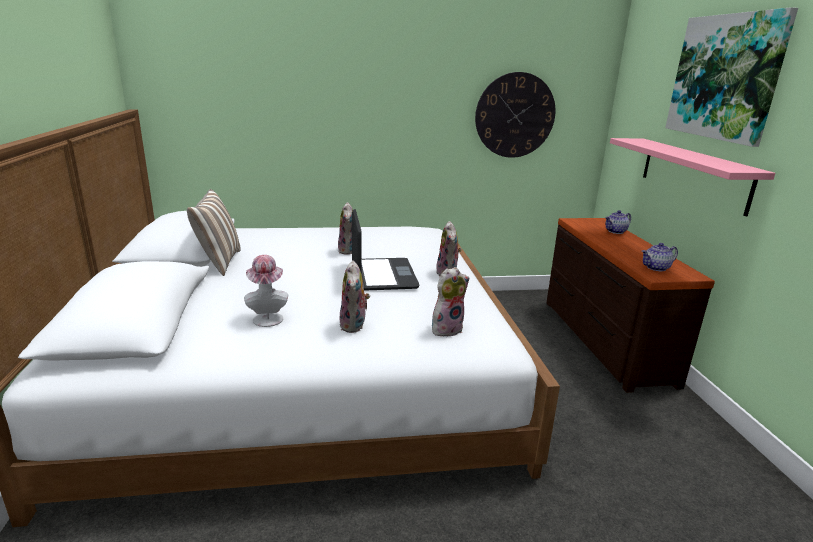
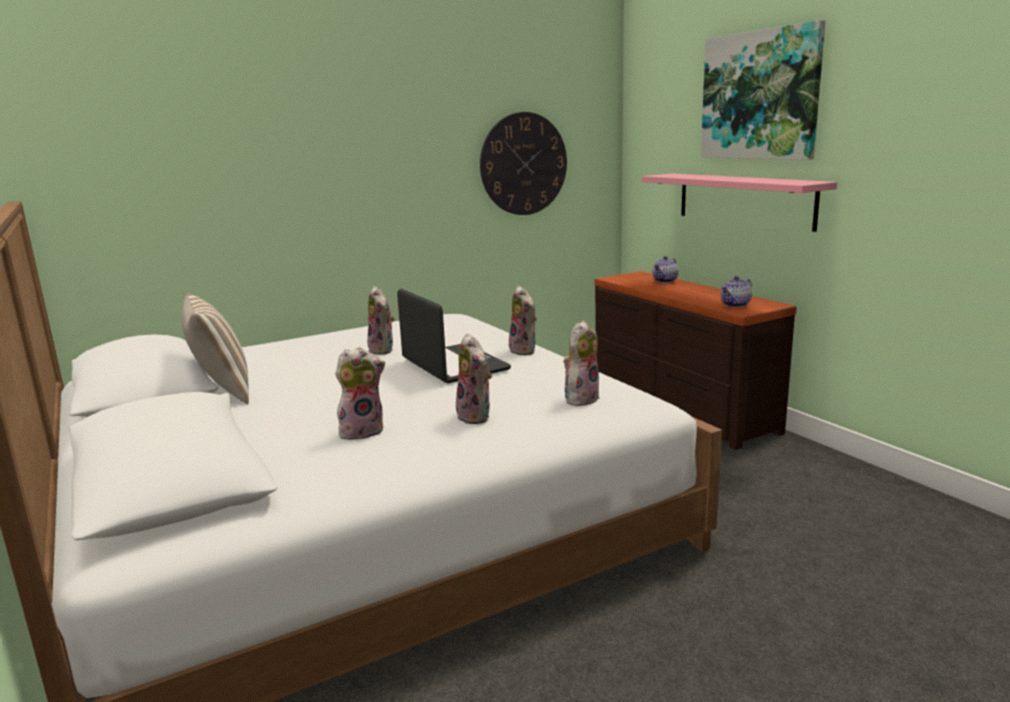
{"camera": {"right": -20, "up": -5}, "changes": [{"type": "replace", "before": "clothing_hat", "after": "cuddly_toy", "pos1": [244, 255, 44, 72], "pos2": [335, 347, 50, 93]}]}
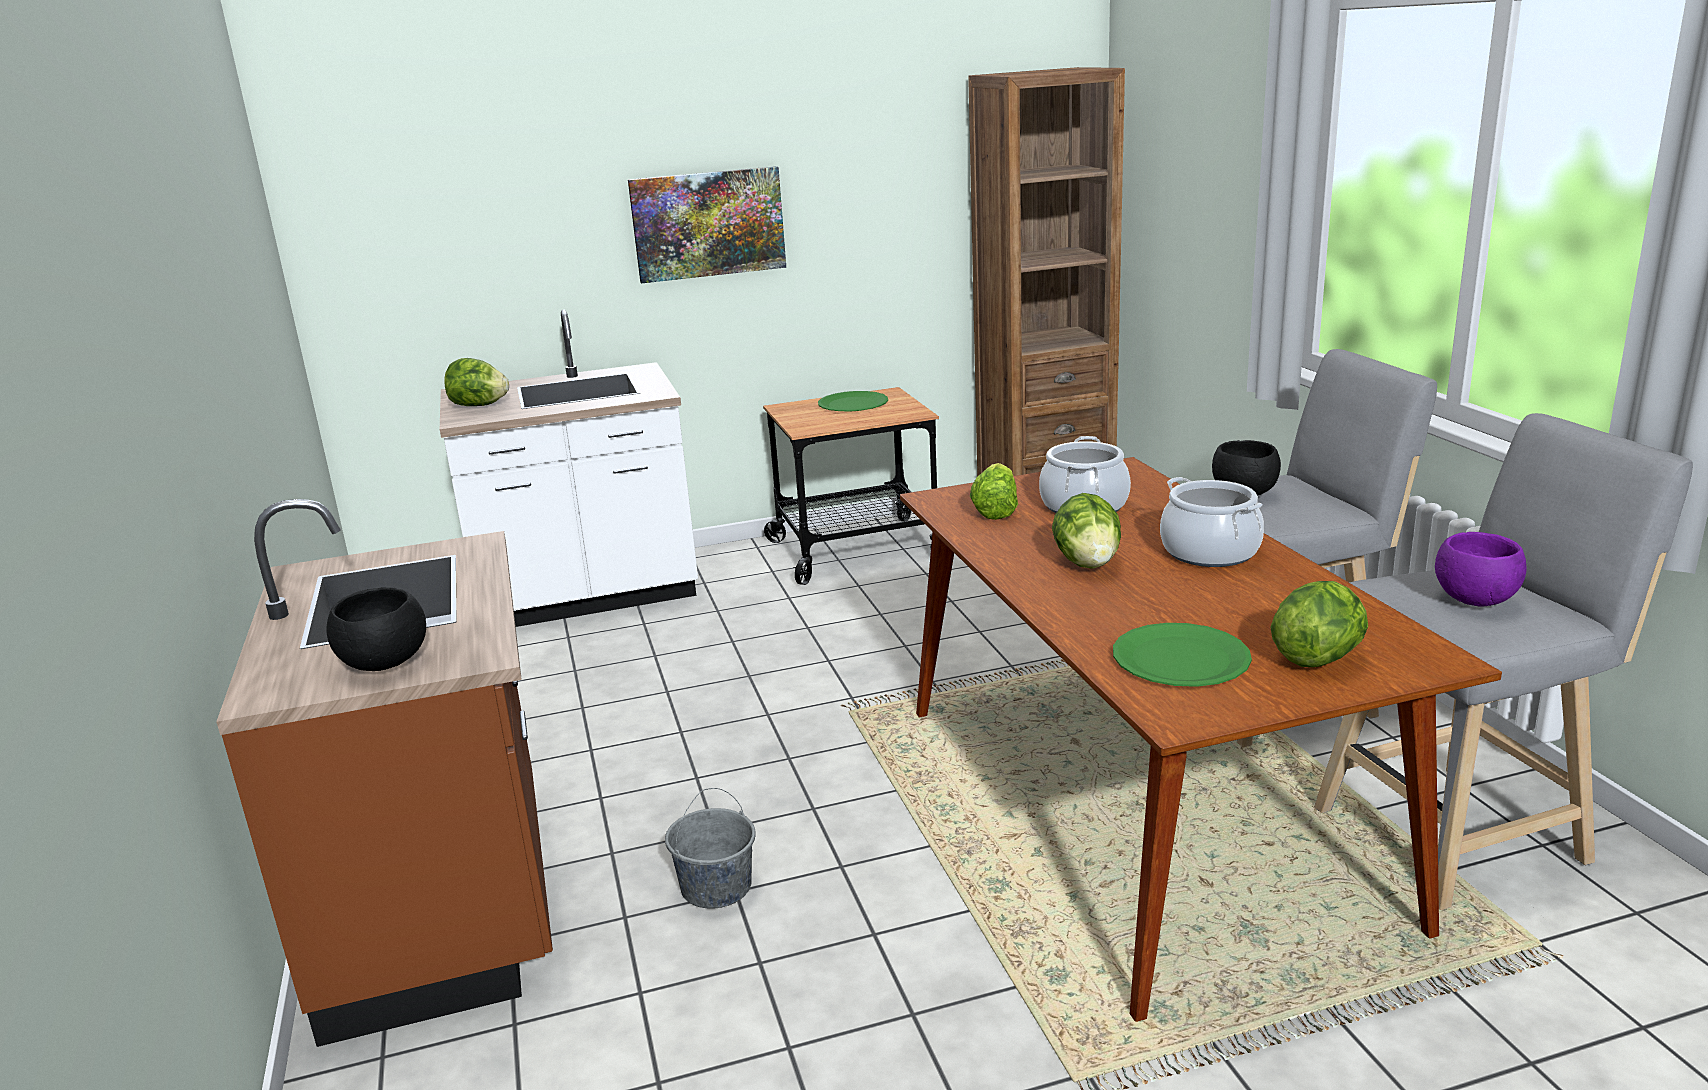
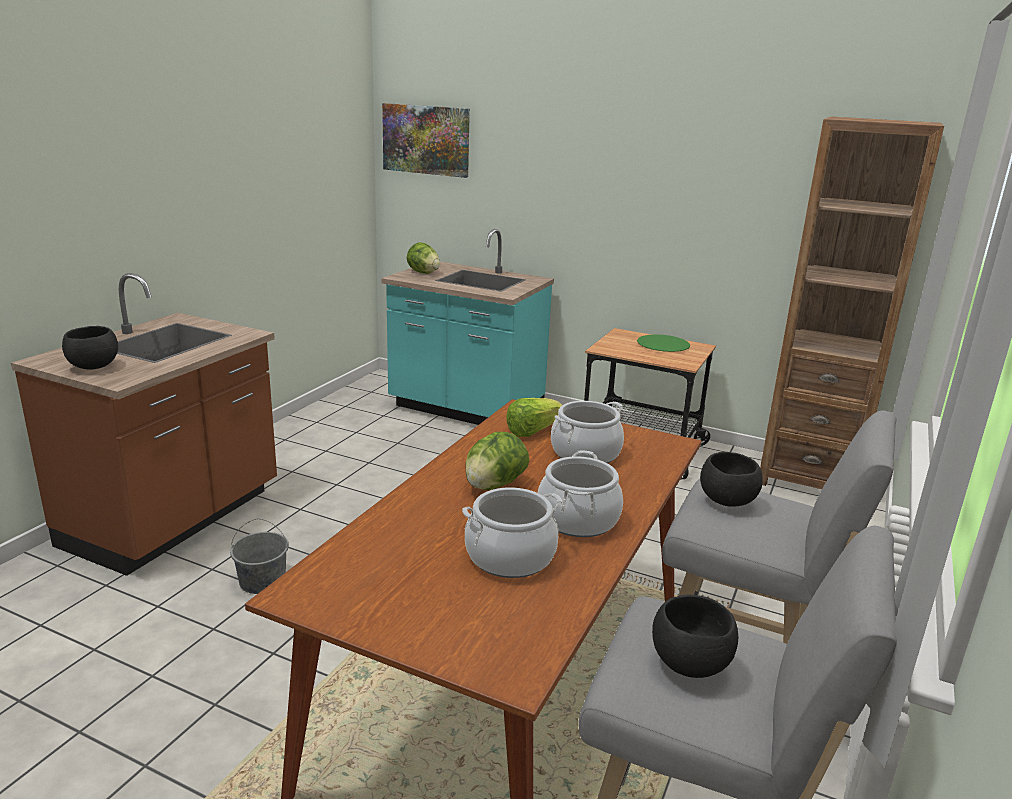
{"camera": {"right": 40, "up": 0}, "changes": [{"type": "delete", "before": "green_dinner_plate", "pos1": [1113, 623, 139, 64]}, {"type": "delete", "before": "lettuce_head", "pos1": [1271, 581, 97, 86]}, {"type": "insert", "after": "cooking_pot", "pos2": [462, 488, 100, 90]}, {"type": "move", "before": "wall_picture", "pos1": [628, 166, 158, 117], "pos2": [382, 103, 88, 75]}, {"type": "recolor", "before": "white_kitchen_counter", "after": "turquoise-coloured_kitchen_counter", "pos1": [440, 310, 258, 317], "pos2": [381, 229, 173, 196]}, {"type": "recolor", "before": "purple-coloured_deep_dish", "after": "black-coloured_deep_dish", "pos1": [1435, 532, 92, 75], "pos2": [652, 595, 86, 83]}]}
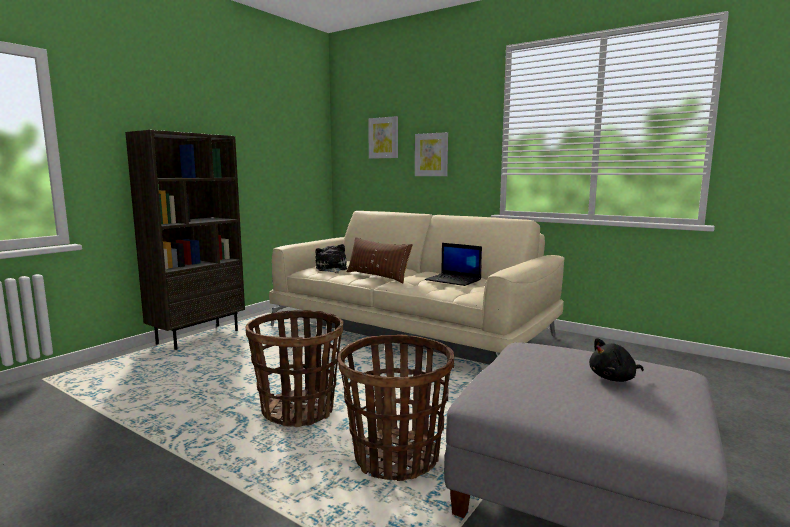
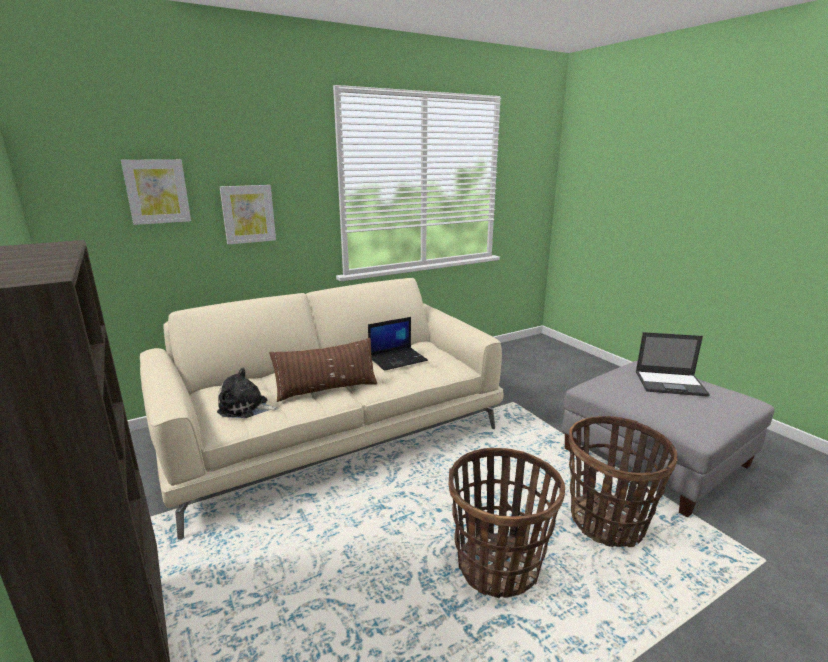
{"camera": {"right": -65, "up": 10}, "changes": [{"type": "replace", "before": "black-coloured_cuddly_toy", "after": "portable_computer", "pos1": [589, 338, 55, 44], "pos2": [636, 332, 74, 65]}]}
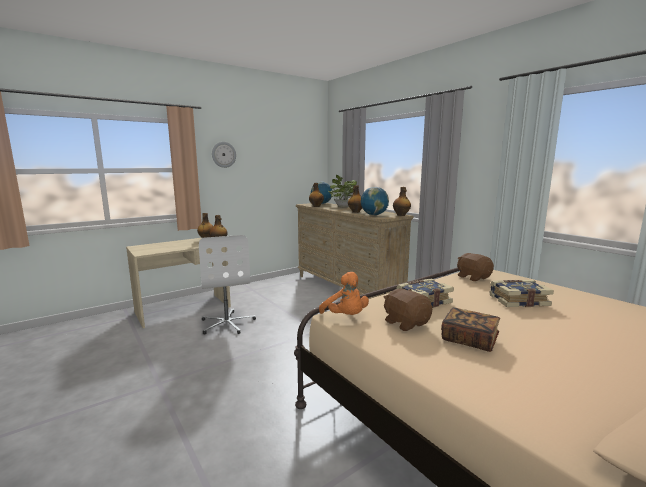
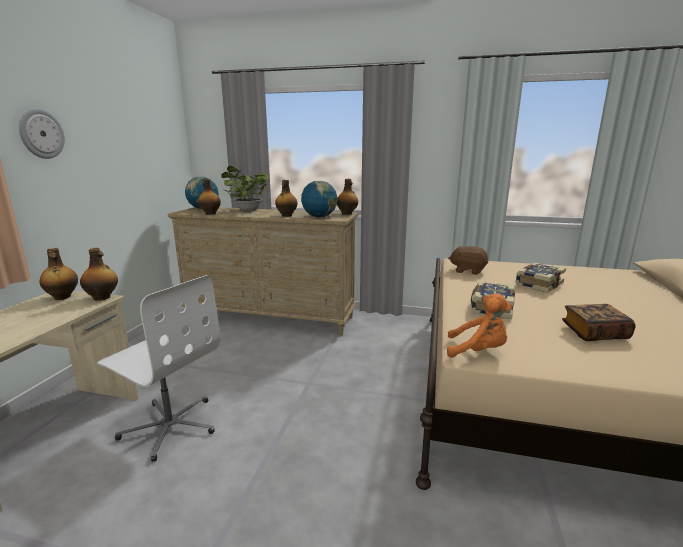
{"camera": {"right": -40, "up": 5}, "changes": [{"type": "delete", "before": "brown-coloured_cuddly_toy", "pos1": [383, 288, 49, 43]}]}
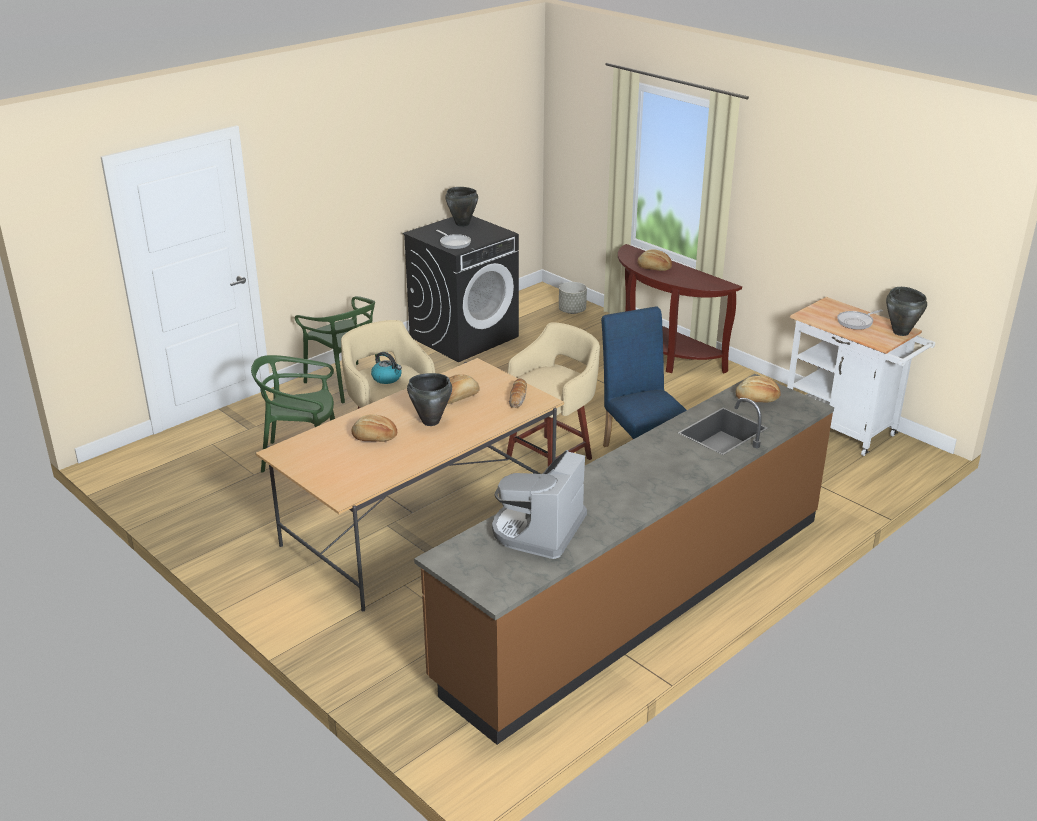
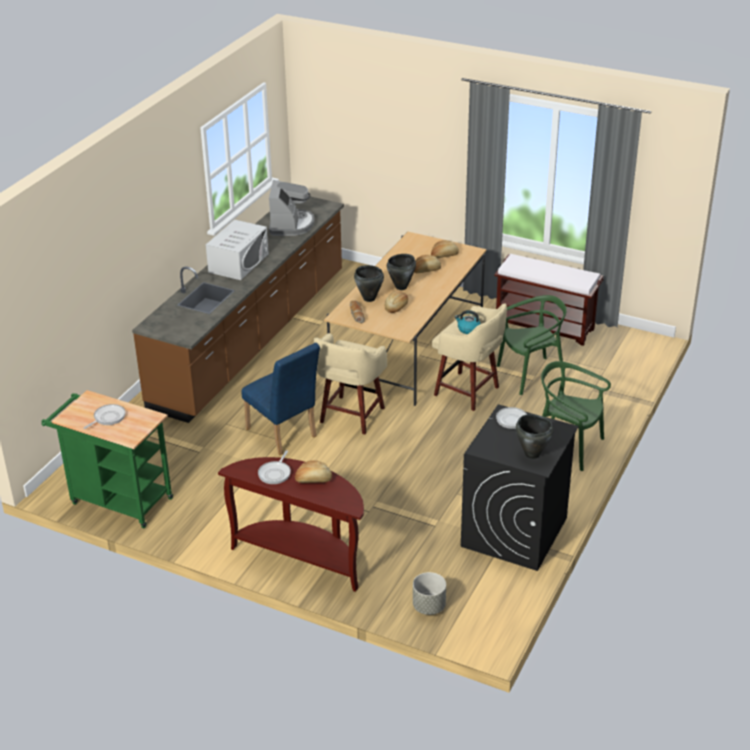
{"camera": {"right": 160, "up": 5}, "changes": [{"type": "insert", "after": "white_microwave_oven", "pos2": [206, 219, 63, 61]}, {"type": "insert", "after": "frying_pan", "pos2": [258, 450, 33, 34]}, {"type": "insert", "after": "brown-coloured_long_seat", "pos2": [494, 254, 109, 92]}, {"type": "move", "before": "baked_bread", "pos1": [736, 376, 45, 26], "pos2": [431, 240, 28, 18]}, {"type": "move", "before": "black-coloured_cooking_pot", "pos1": [886, 287, 41, 49], "pos2": [354, 265, 30, 37]}, {"type": "recolor", "before": "white_wheeled_cart", "after": "green_wheeled_cart", "pos1": [787, 297, 148, 159], "pos2": [41, 390, 132, 138]}]}
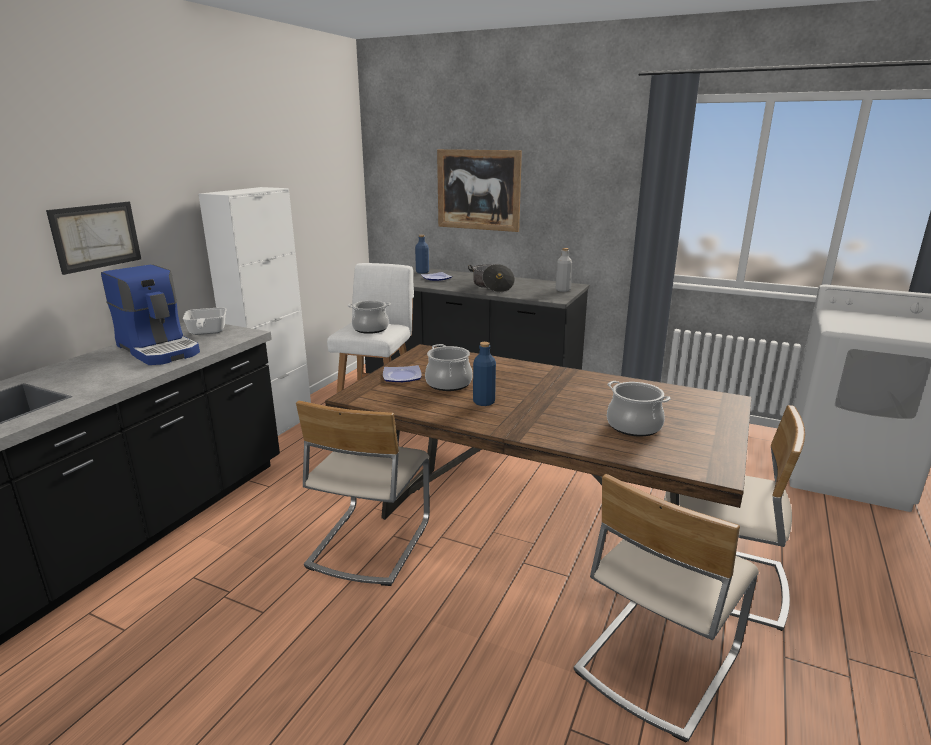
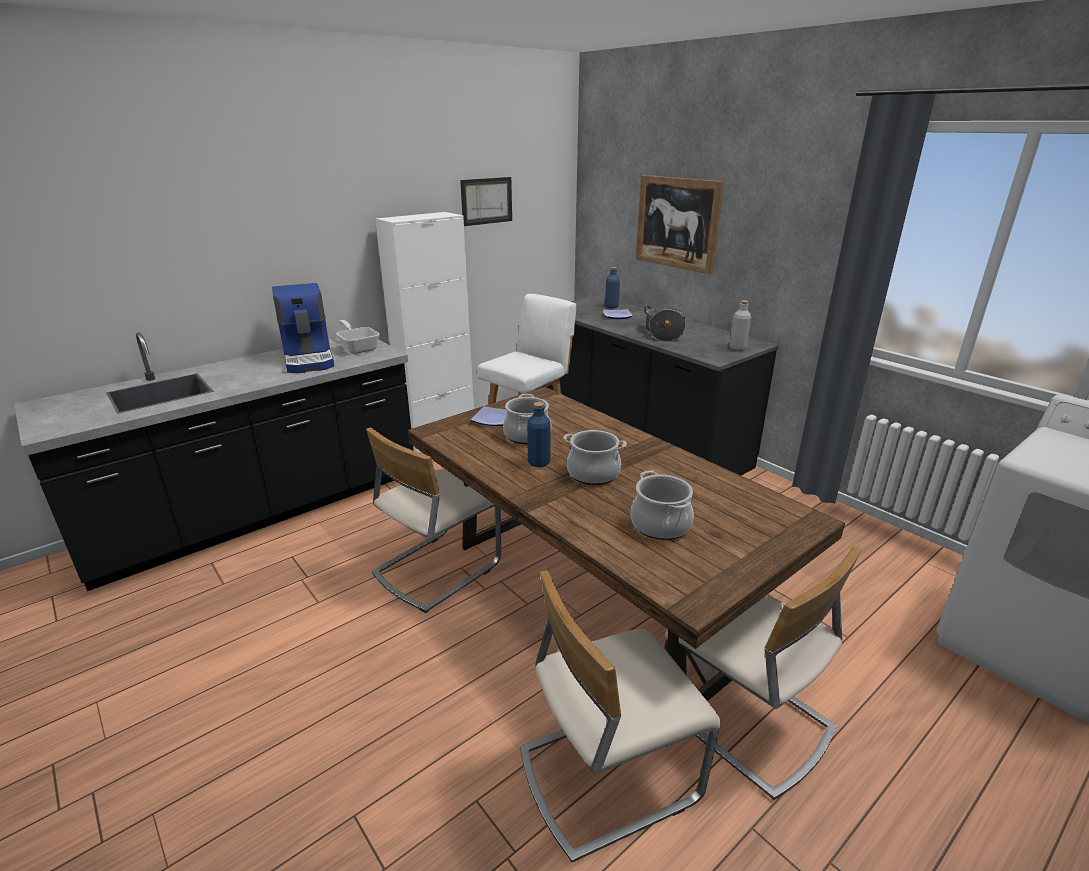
{"camera": {"right": 25, "up": 5}, "changes": [{"type": "move", "before": "wall_picture", "pos1": [46, 202, 95, 73], "pos2": [460, 177, 52, 49]}, {"type": "move", "before": "cooking_pot", "pos1": [348, 301, 43, 33], "pos2": [563, 430, 64, 55]}, {"type": "rotate", "before": "frying_pan", "pos1": [183, 307, 44, 28], "pos2": [336, 320, 43, 34], "turn": 135}]}
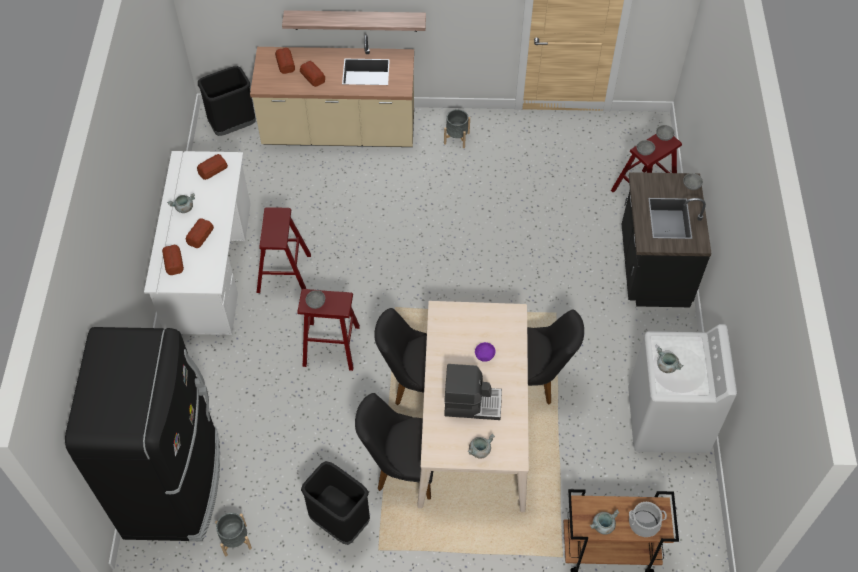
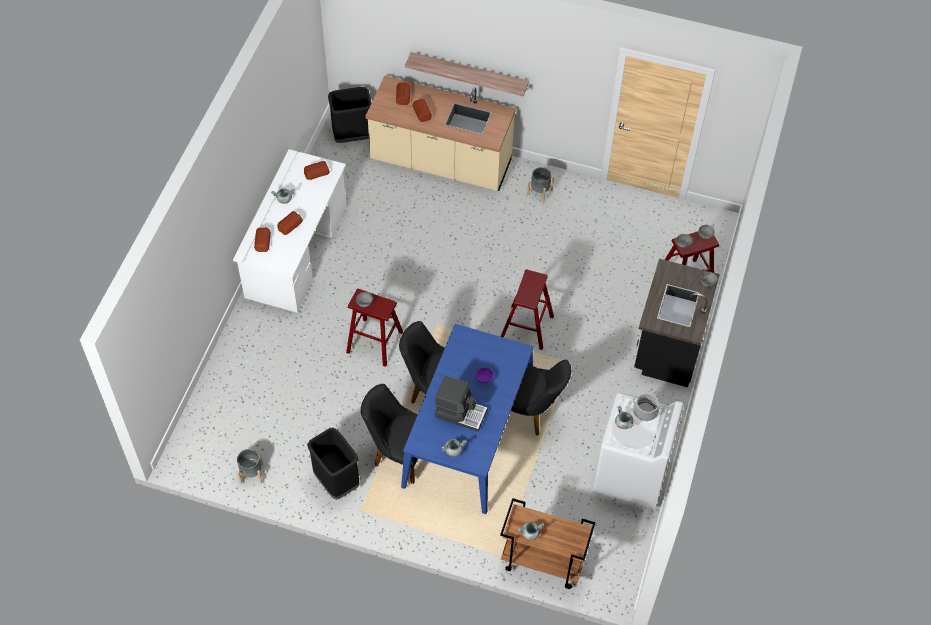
{"camera": {"right": 15, "up": 0}, "changes": [{"type": "delete", "before": "black-coloured_fridge", "pos1": [65, 327, 155, 214]}, {"type": "move", "before": "red_stool", "pos1": [257, 207, 54, 86], "pos2": [500, 270, 54, 80]}, {"type": "move", "before": "cooking_pot", "pos1": [629, 502, 38, 35], "pos2": [633, 393, 29, 28]}, {"type": "recolor", "before": "sand-coloured_dining_table", "after": "blue_dining_table", "pos1": [417, 301, 112, 211], "pos2": [401, 324, 133, 190]}]}
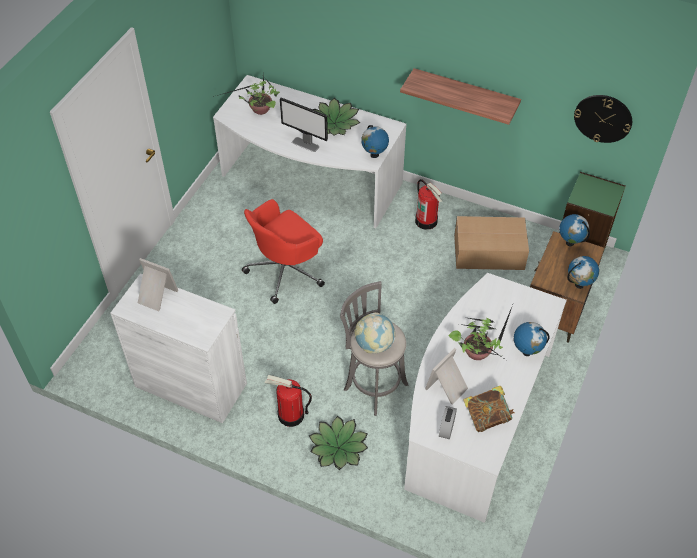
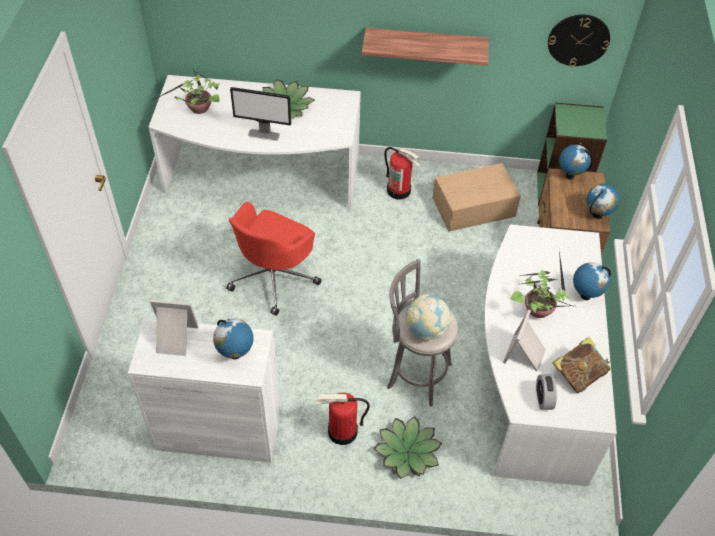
{"camera": {"right": -20, "up": 0}, "changes": [{"type": "move", "before": "desk_globe", "pos1": [361, 125, 28, 33], "pos2": [213, 318, 40, 42]}]}
